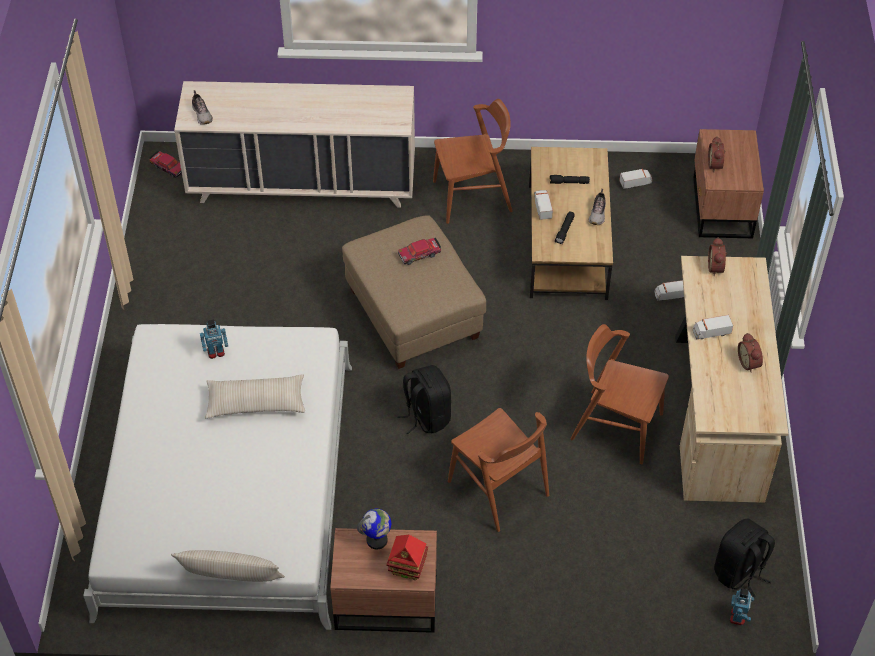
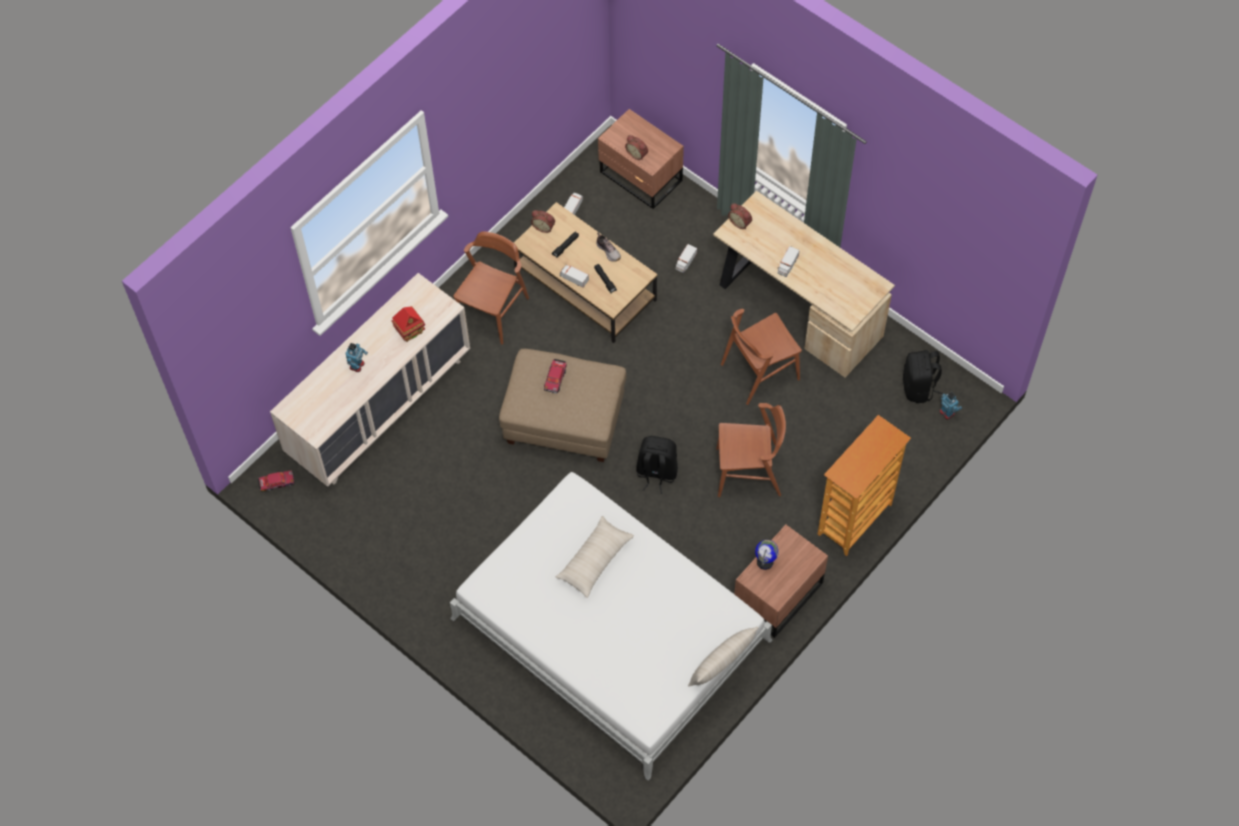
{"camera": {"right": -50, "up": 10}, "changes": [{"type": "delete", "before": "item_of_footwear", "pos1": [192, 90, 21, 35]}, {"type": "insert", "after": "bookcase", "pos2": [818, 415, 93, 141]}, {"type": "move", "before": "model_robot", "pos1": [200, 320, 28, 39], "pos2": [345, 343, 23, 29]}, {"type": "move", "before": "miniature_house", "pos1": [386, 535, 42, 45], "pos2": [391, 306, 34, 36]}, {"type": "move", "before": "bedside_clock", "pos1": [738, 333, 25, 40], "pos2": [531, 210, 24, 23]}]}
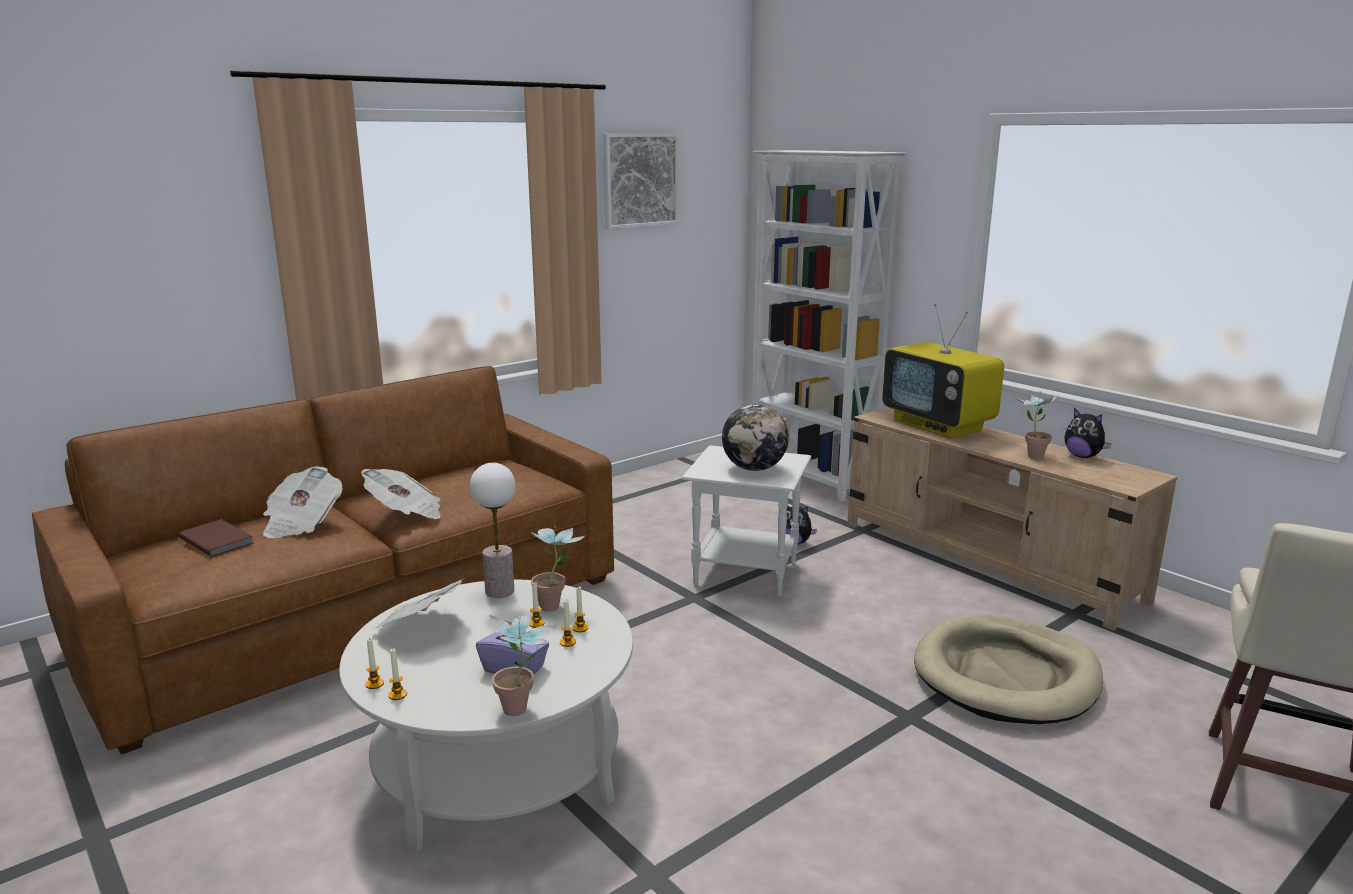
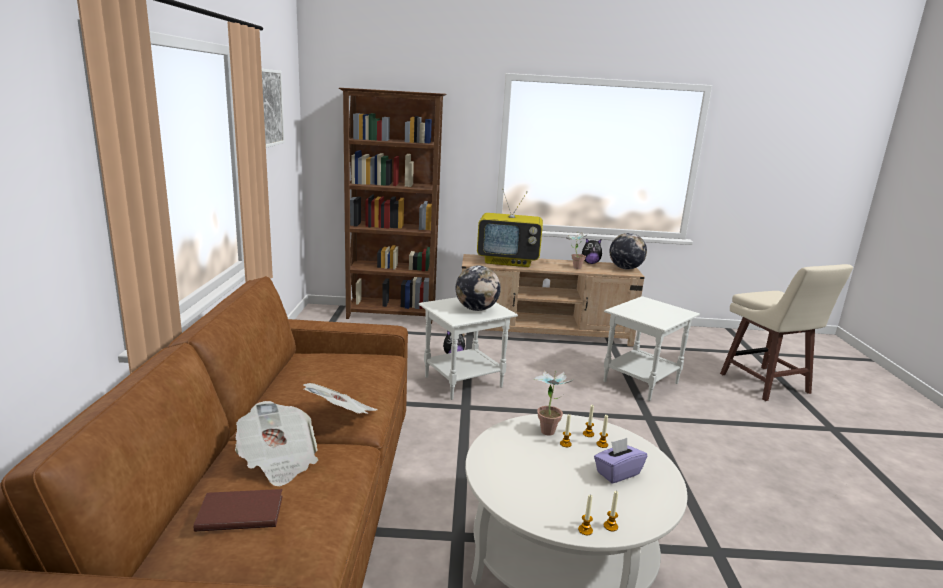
{"camera": {"right": -50, "up": 0}, "changes": [{"type": "delete", "before": "newspaper", "pos1": [373, 579, 90, 50]}, {"type": "delete", "before": "table_lamp", "pos1": [470, 463, 46, 135]}, {"type": "delete", "before": "plant_in_a_pot", "pos1": [489, 615, 68, 101]}, {"type": "insert", "after": "desk_globe", "pos2": [609, 233, 38, 37]}, {"type": "replace", "before": "sand-coloured_dog_bed", "after": "white_side_table", "pos1": [914, 613, 189, 111], "pos2": [603, 296, 97, 105]}, {"type": "recolor", "before": "white_bookcase", "after": "brown-coloured_bookcase", "pos1": [752, 150, 154, 351], "pos2": [339, 88, 107, 236]}]}
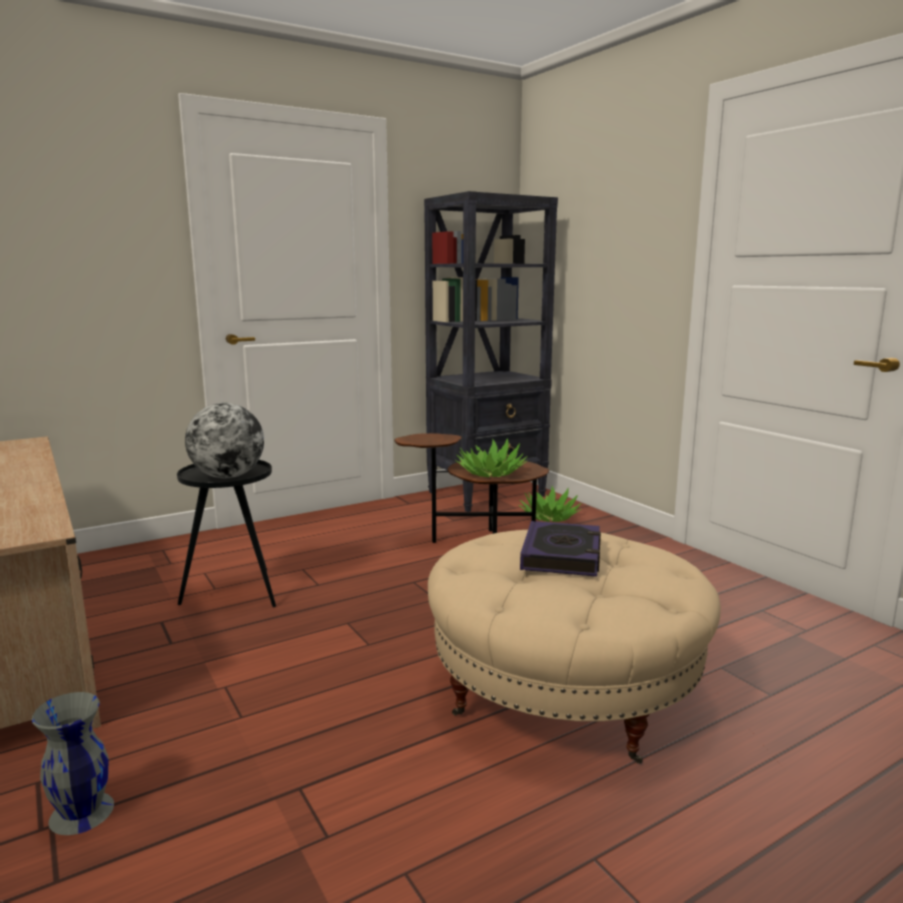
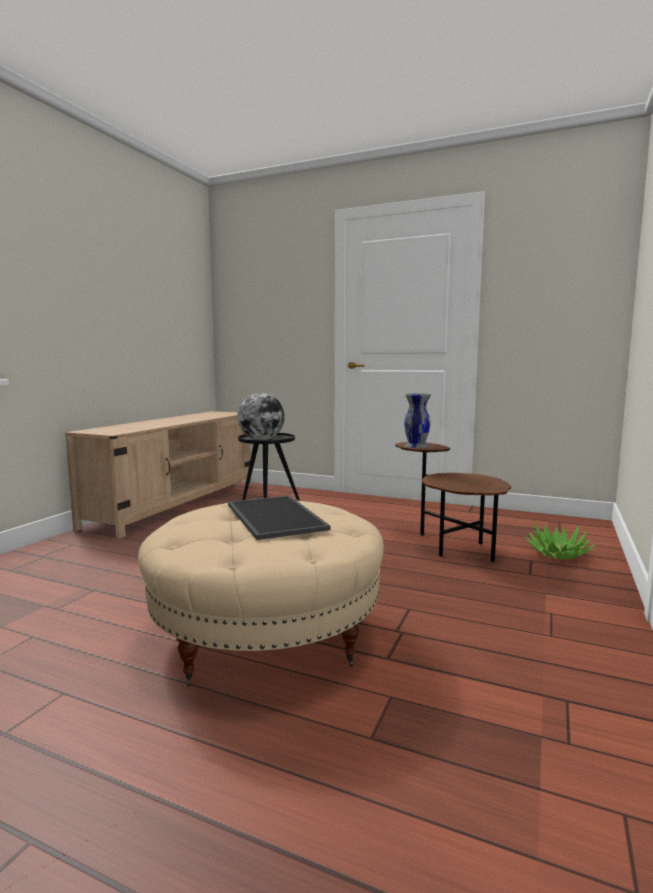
{"camera": {"right": 55, "up": -5}, "changes": [{"type": "delete", "before": "black-coloured_bookcase", "pos1": [424, 191, 134, 321]}, {"type": "delete", "before": "plant_in_a_pot", "pos1": [455, 438, 73, 40]}, {"type": "move", "before": "gray_vase", "pos1": [32, 692, 82, 143], "pos2": [404, 393, 27, 55]}, {"type": "replace", "before": "bound_book", "after": "tray", "pos1": [520, 521, 81, 56], "pos2": [228, 495, 103, 45]}]}
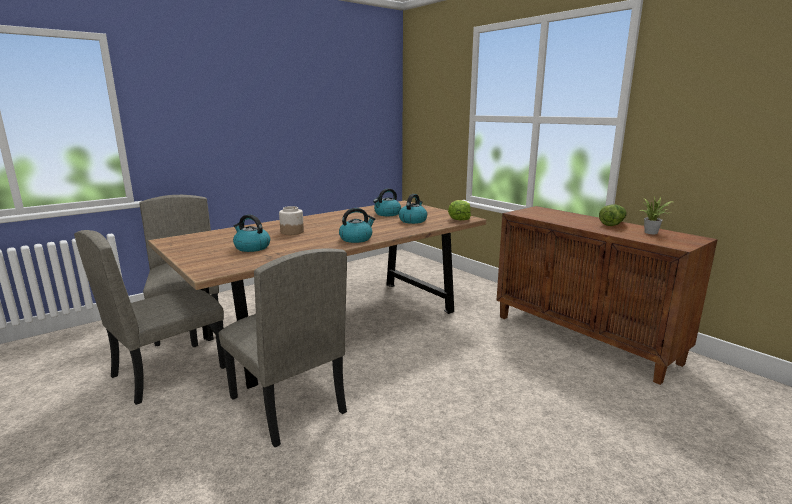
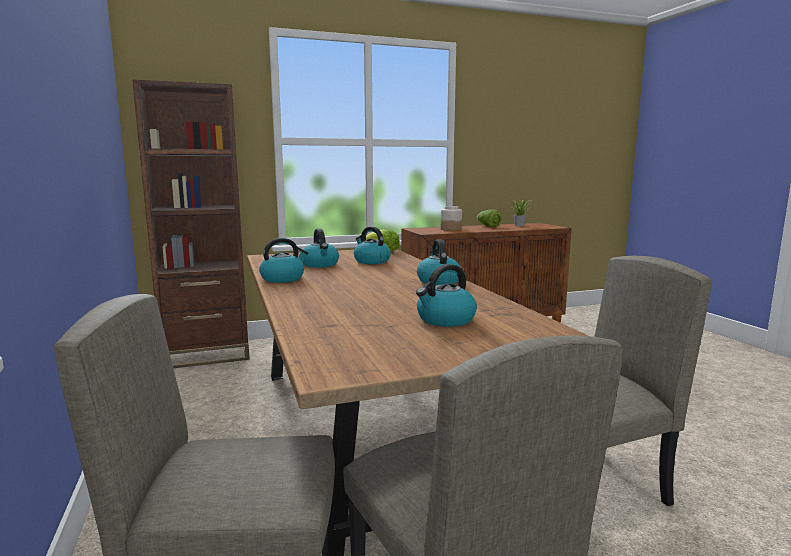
{"camera": {"right": -70, "up": -5}, "changes": [{"type": "insert", "after": "brown-coloured_bookcase", "pos2": [132, 80, 117, 288]}, {"type": "insert", "after": "kettle", "pos2": [259, 238, 49, 45]}, {"type": "move", "before": "jar", "pos1": [279, 206, 25, 29], "pos2": [441, 206, 21, 25]}]}
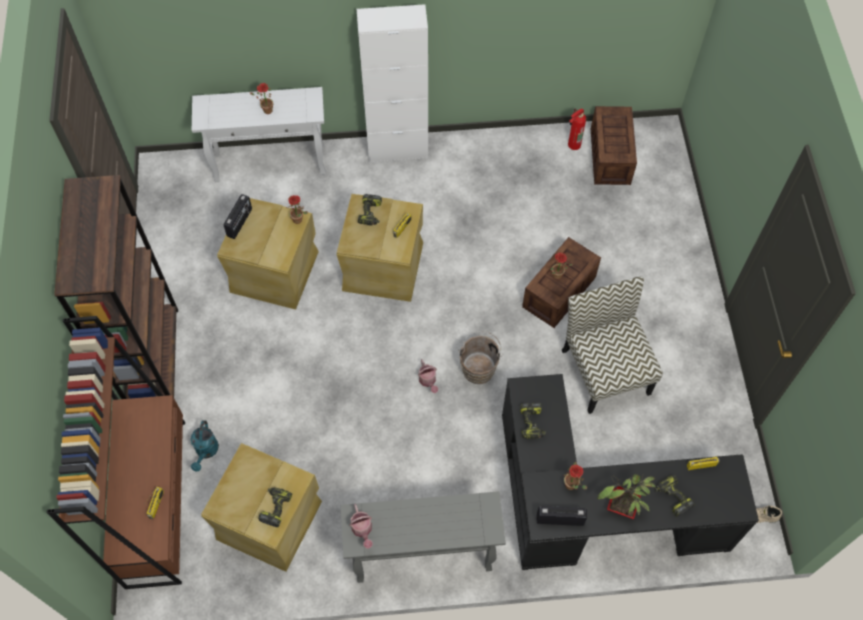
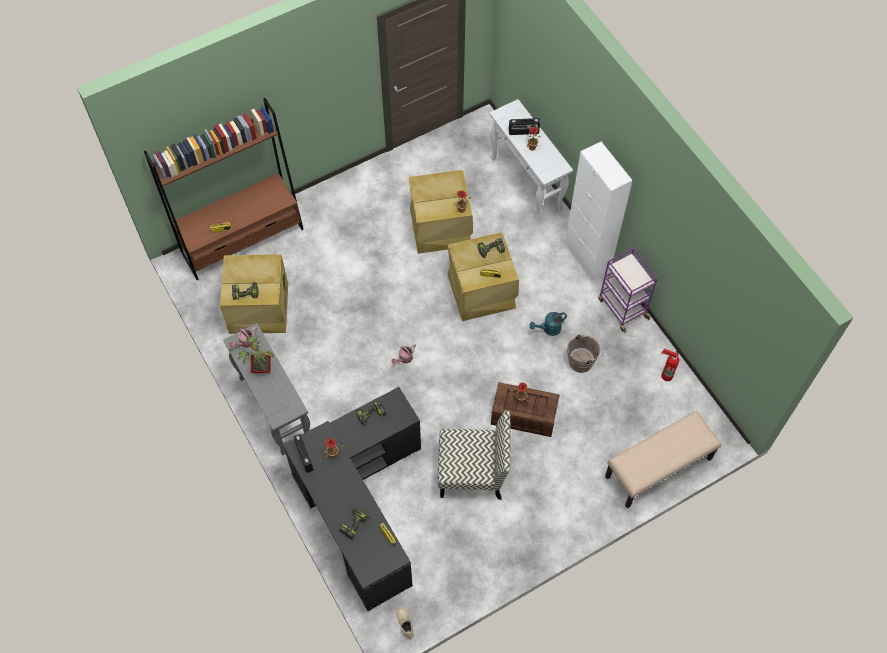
{"camera": {"right": 65, "up": 0}, "changes": [{"type": "delete", "before": "brown-coloured_bookcase", "pos1": [54, 175, 124, 224]}, {"type": "delete", "before": "shipping_crate", "pos1": [591, 106, 46, 79]}, {"type": "insert", "after": "purple-coloured_wheeled_cart", "pos2": [598, 248, 59, 85]}, {"type": "insert", "after": "sand-coloured_long_seat", "pos2": [605, 411, 117, 97]}, {"type": "move", "before": "turquoise-coloured_watering_can", "pos1": [191, 420, 28, 52], "pos2": [530, 312, 37, 24]}, {"type": "move", "before": "radio", "pos1": [224, 194, 28, 45], "pos2": [509, 118, 31, 17]}, {"type": "move", "before": "brown-coloured_bucket", "pos1": [458, 331, 45, 53], "pos2": [567, 334, 37, 39]}, {"type": "move", "before": "plant_in_a_pot", "pos1": [597, 474, 59, 45], "pos2": [238, 336, 36, 37]}, {"type": "rotate", "before": "upright_chair", "pos1": [562, 276, 101, 138], "pos2": [438, 410, 73, 90], "turn": 45}]}
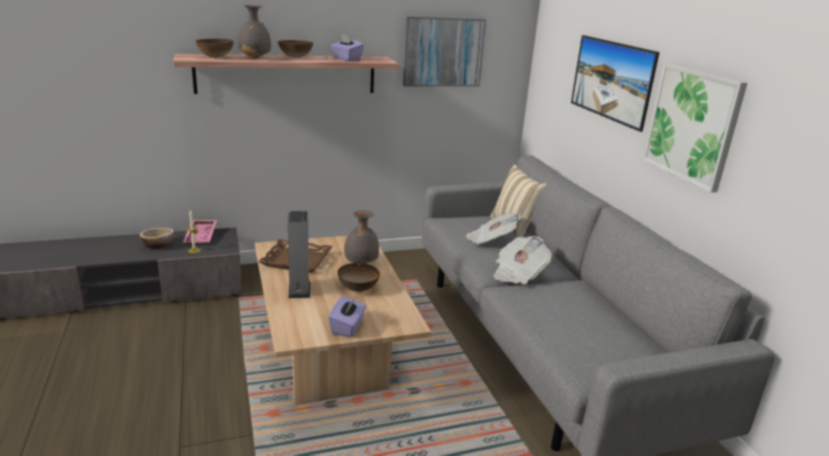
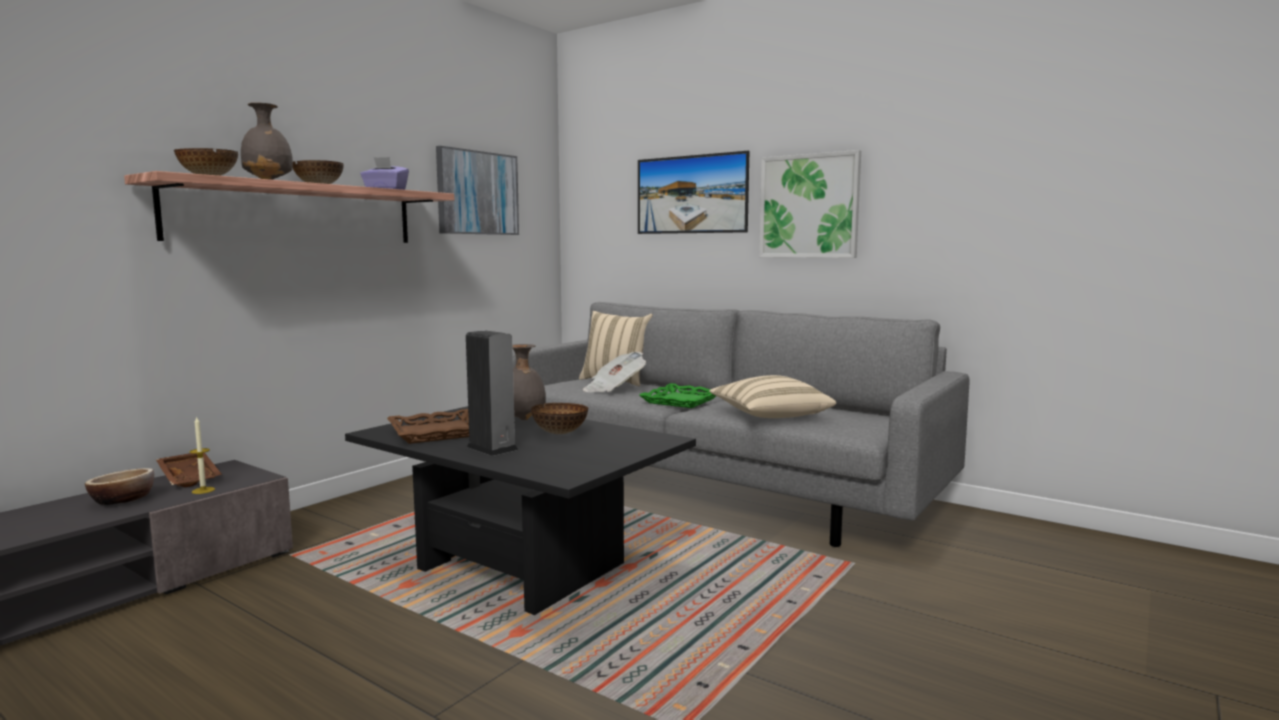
{"camera": {"right": -35, "up": -15}, "changes": [{"type": "delete", "before": "purple-coloured_box_of_tissues", "pos1": [328, 296, 38, 41]}, {"type": "insert", "after": "sand-coloured_throw_pillow", "pos2": [709, 375, 127, 43]}, {"type": "replace", "before": "newspaper", "after": "green_tray", "pos1": [493, 236, 59, 48], "pos2": [639, 383, 77, 25]}, {"type": "recolor", "before": "pink_tray", "after": "brown-coloured_tray", "pos1": [183, 220, 34, 25], "pos2": [156, 453, 66, 34]}, {"type": "recolor", "before": "sand-coloured_low_table", "after": "black-coloured_low_table", "pos1": [255, 236, 176, 169], "pos2": [345, 406, 351, 209]}]}
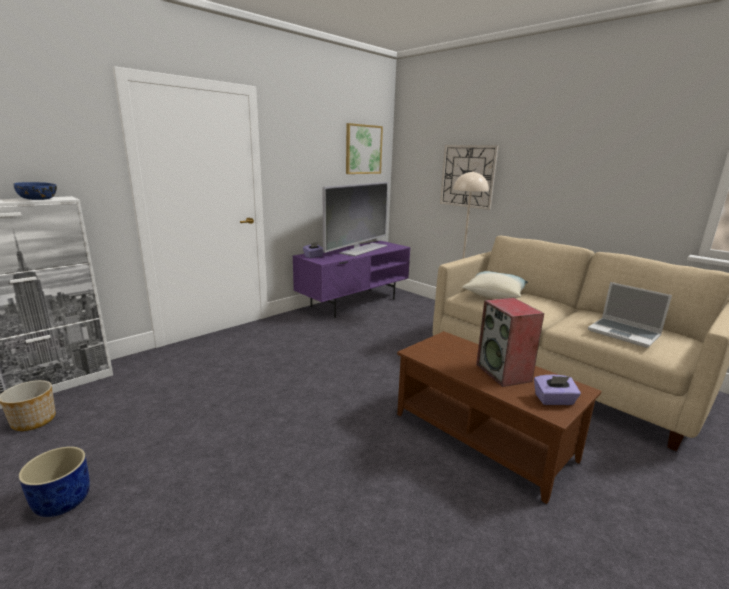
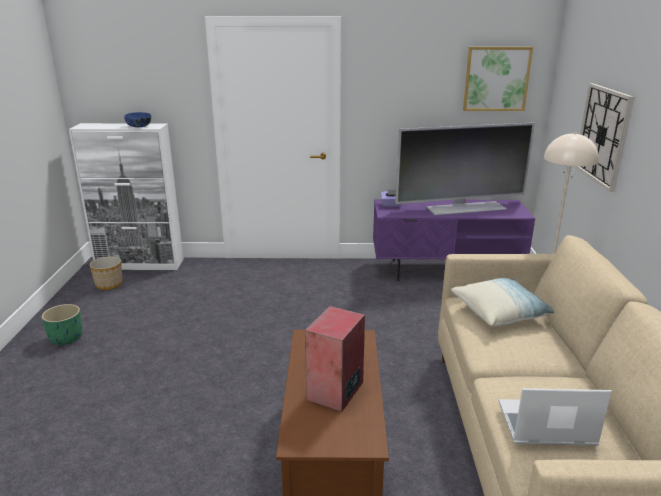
{"camera": {"right": 45, "up": 5}, "changes": [{"type": "delete", "before": "purple-coloured_box_of_tissues", "pos1": [534, 374, 47, 31]}, {"type": "recolor", "before": "blue_plant_pot", "after": "green_plant_pot", "pos1": [18, 446, 72, 71], "pos2": [41, 304, 42, 41]}, {"type": "rotate", "before": "portable_computer", "pos1": [588, 282, 84, 66], "pos2": [499, 388, 113, 58], "turn": 90}]}
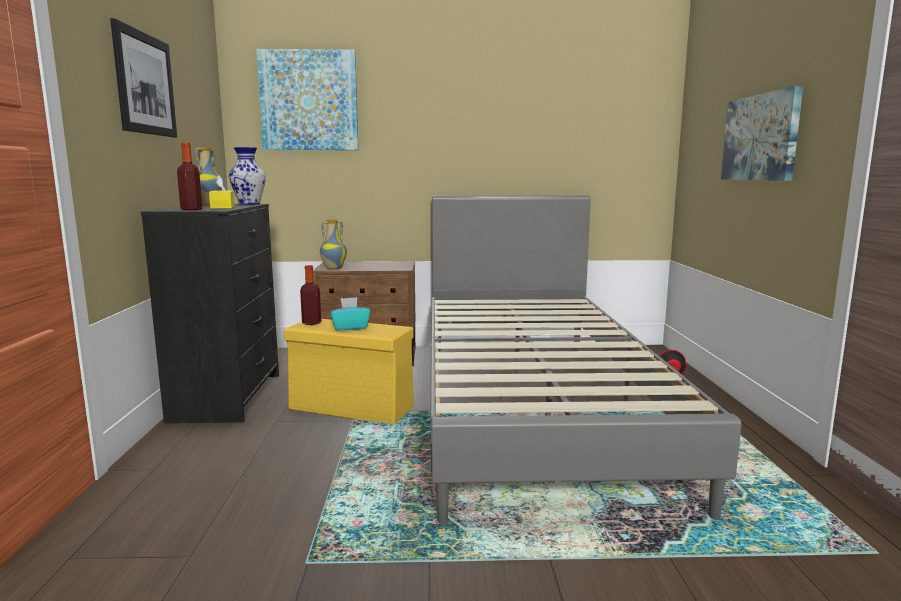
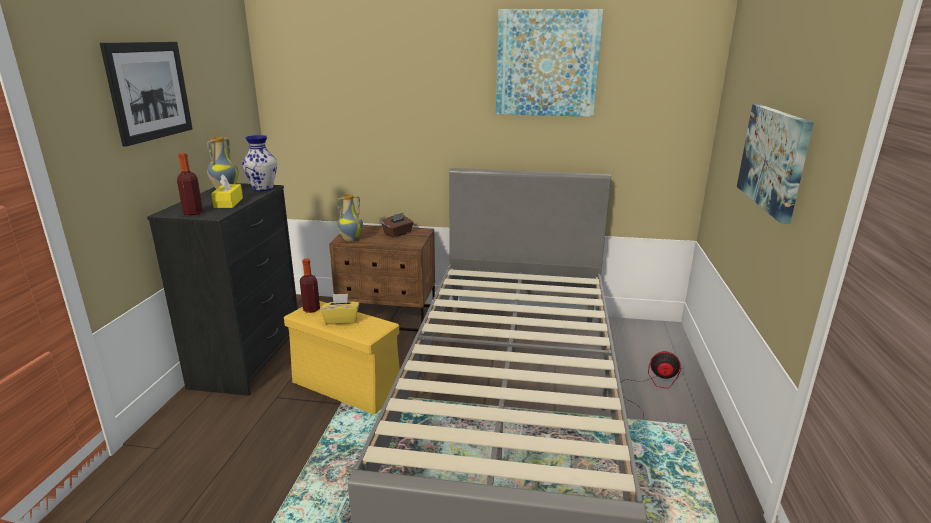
{"camera": {"right": 10, "up": 10}, "changes": [{"type": "insert", "after": "brown-coloured_box_of_tissues", "pos2": [381, 213, 33, 25]}, {"type": "move", "before": "wall_picture", "pos1": [256, 49, 103, 101], "pos2": [496, 9, 107, 108]}, {"type": "recolor", "before": "turquoise-coloured_box_of_tissues", "after": "yellow-coloured_box_of_tissues", "pos1": [330, 297, 40, 33], "pos2": [321, 294, 38, 31]}]}
